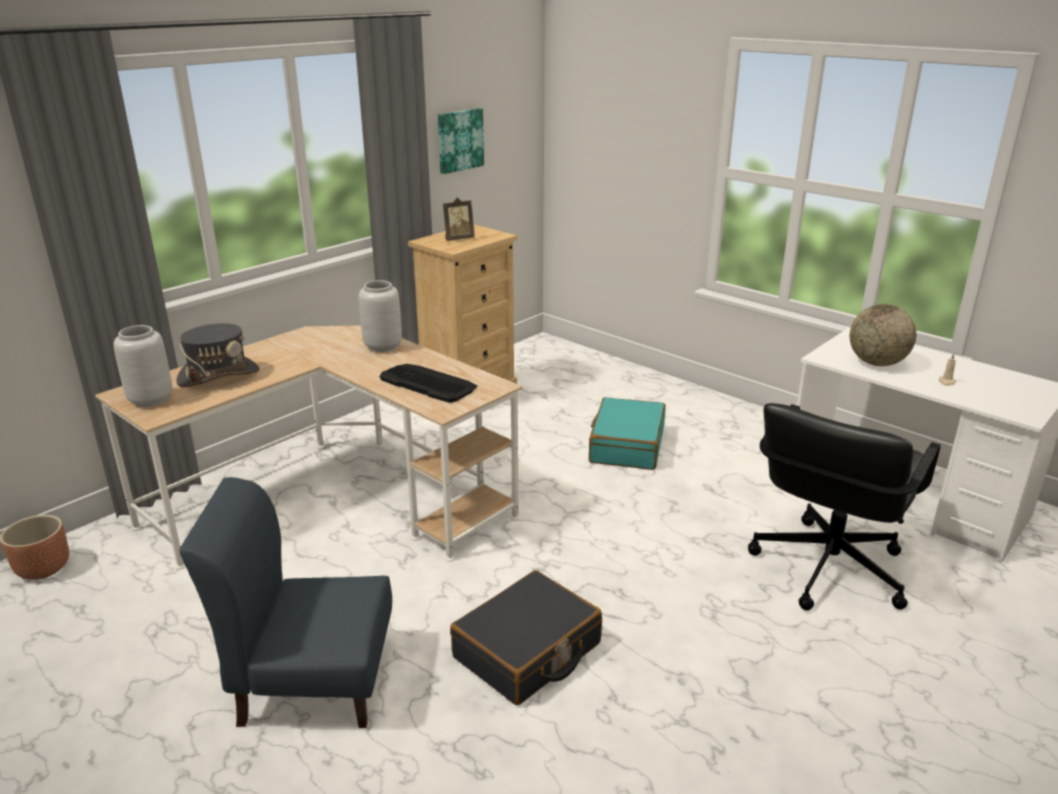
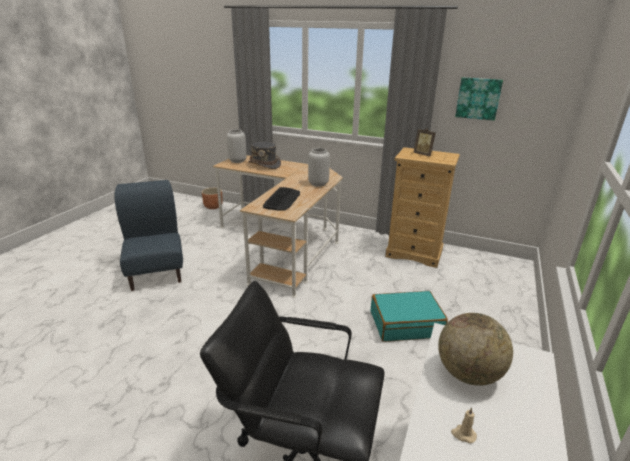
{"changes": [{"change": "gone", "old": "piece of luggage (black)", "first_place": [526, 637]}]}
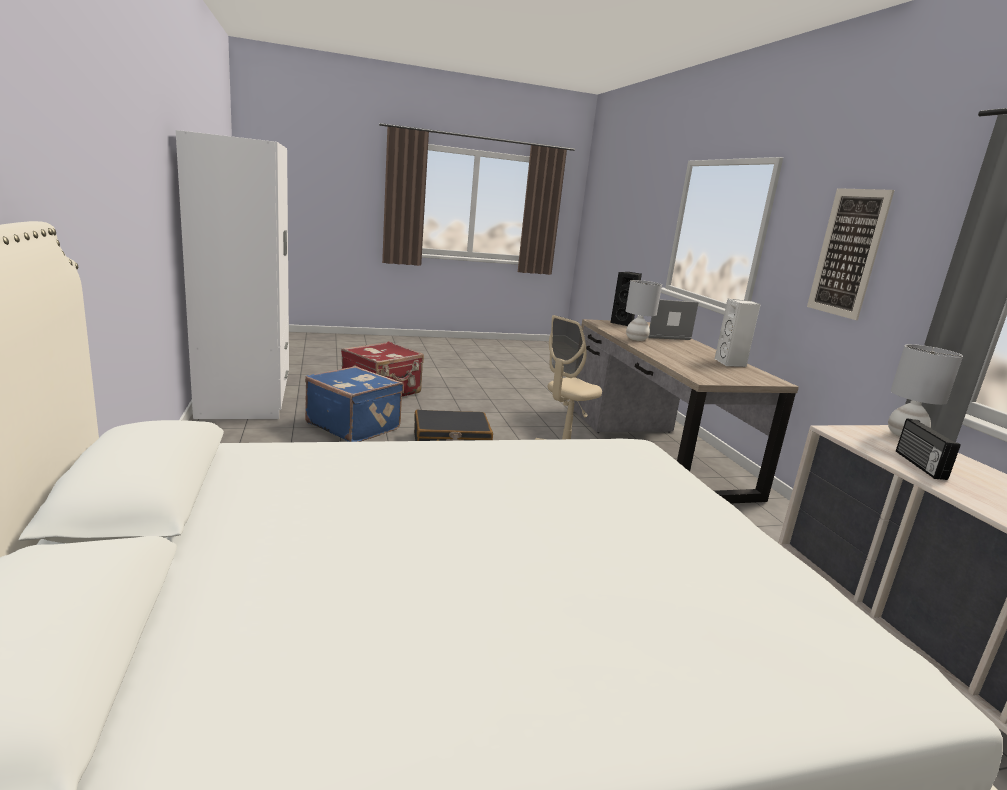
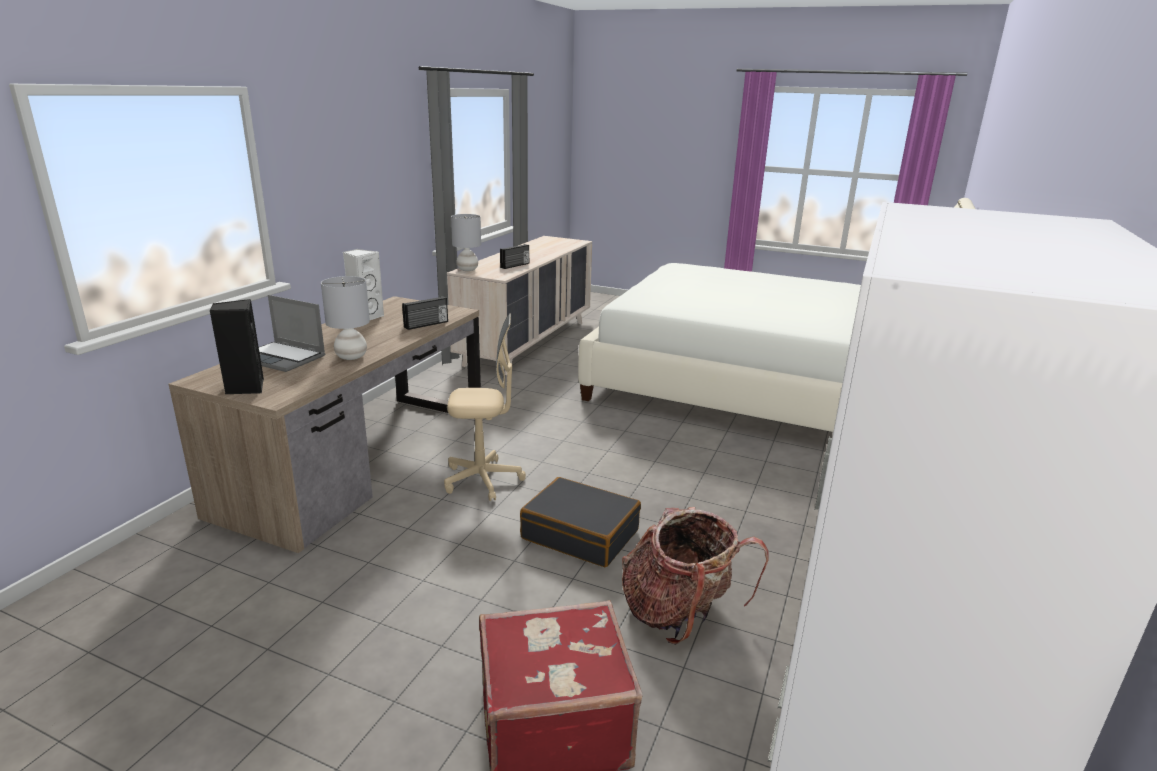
{"changes": [{"change": "gone", "old": "wall picture", "first_place": [850, 254]}, {"change": "new", "new": "radio set", "second_place": [425, 313]}, {"change": "swapped", "old": "piece of luggage (blue)", "new": "backpack", "first_place": [354, 404], "second_place": [695, 576]}]}
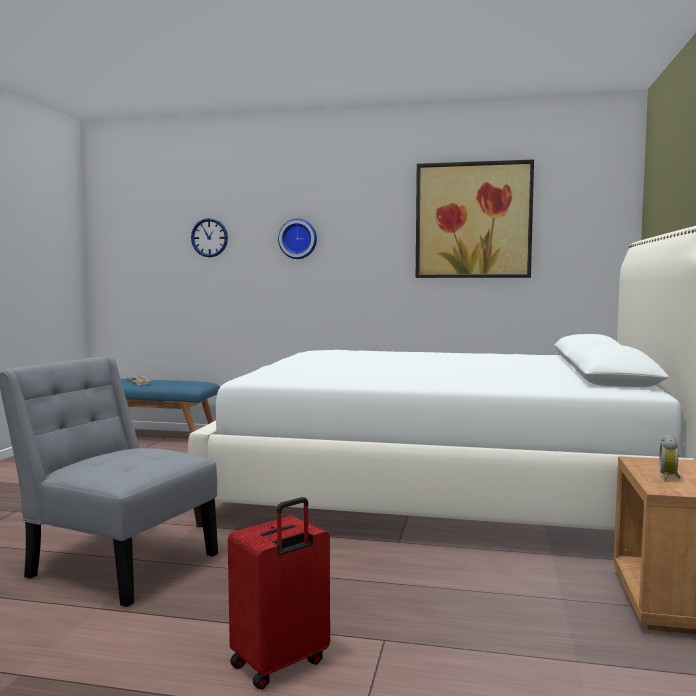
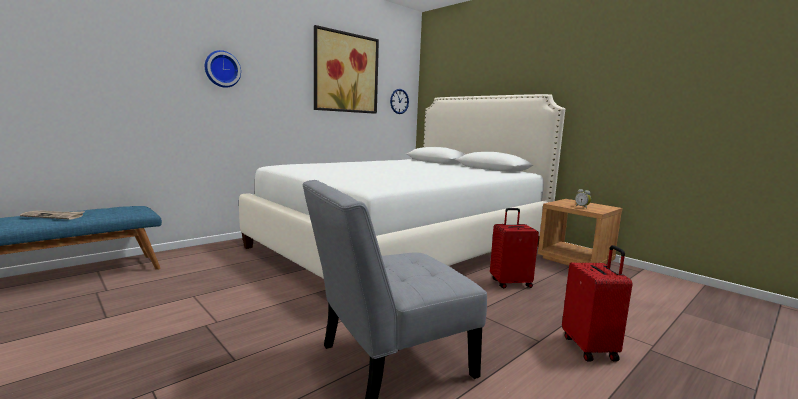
{"changes": [{"change": "new", "new": "piece of luggage (red-coloured)", "second_place": [514, 248]}, {"change": "shifted", "old": "wall clock", "first_place": [209, 237], "second_place": [399, 101]}]}
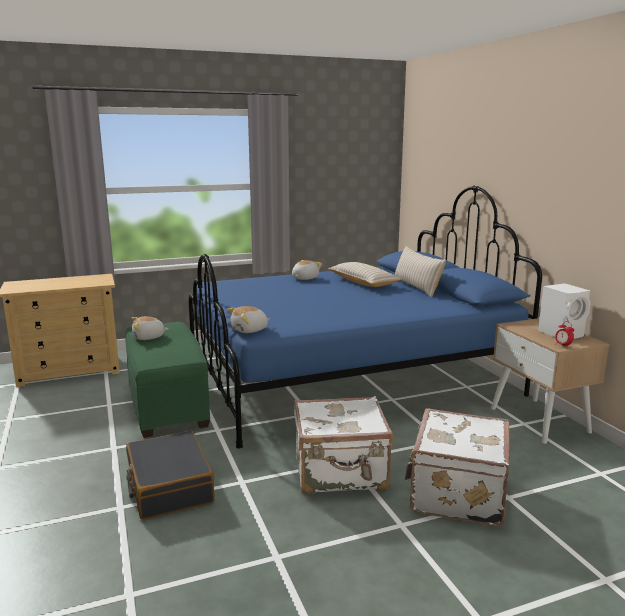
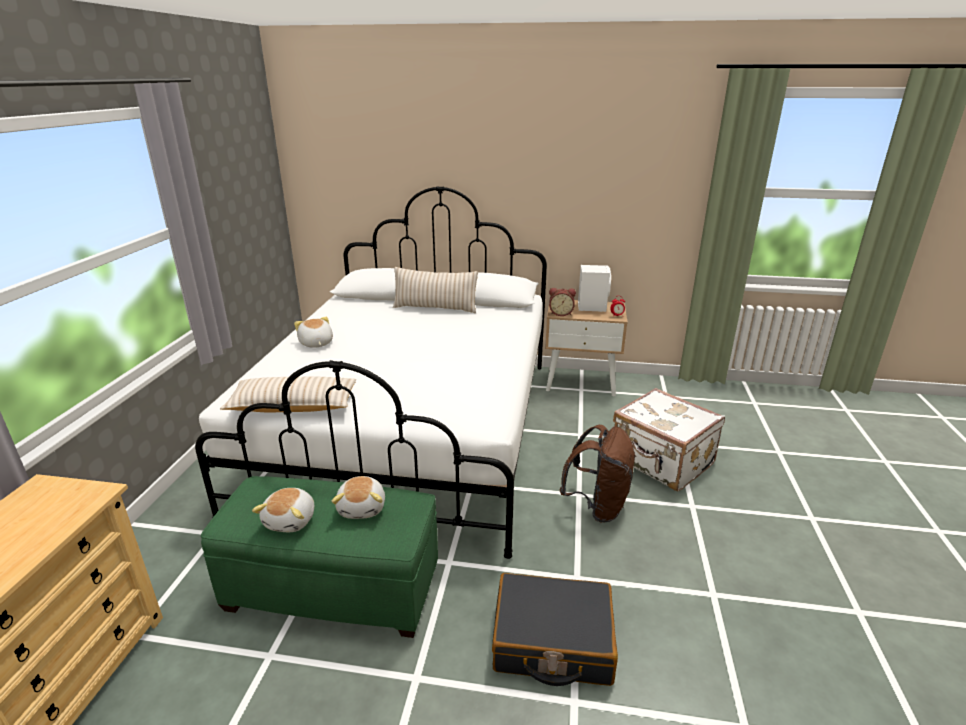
{"changes": [{"change": "new", "new": "table clock", "second_place": [562, 302]}, {"change": "shifted", "old": "plush toy", "first_place": [248, 319], "second_place": [358, 497]}, {"change": "shifted", "old": "pillow (sand-coloured)", "first_place": [365, 274], "second_place": [288, 394]}, {"change": "swapped", "old": "piece of luggage (white)", "new": "backpack (brownish)", "first_place": [343, 445], "second_place": [597, 474]}, {"change": "repainted", "old": "bed (blue)", "new": "bed (white)", "first_place": [365, 317], "second_place": [371, 372]}]}
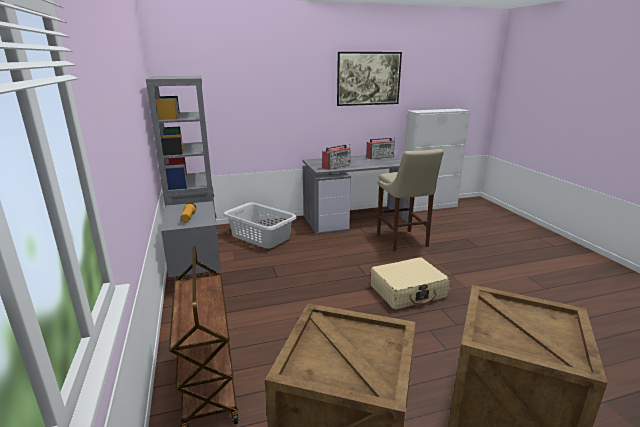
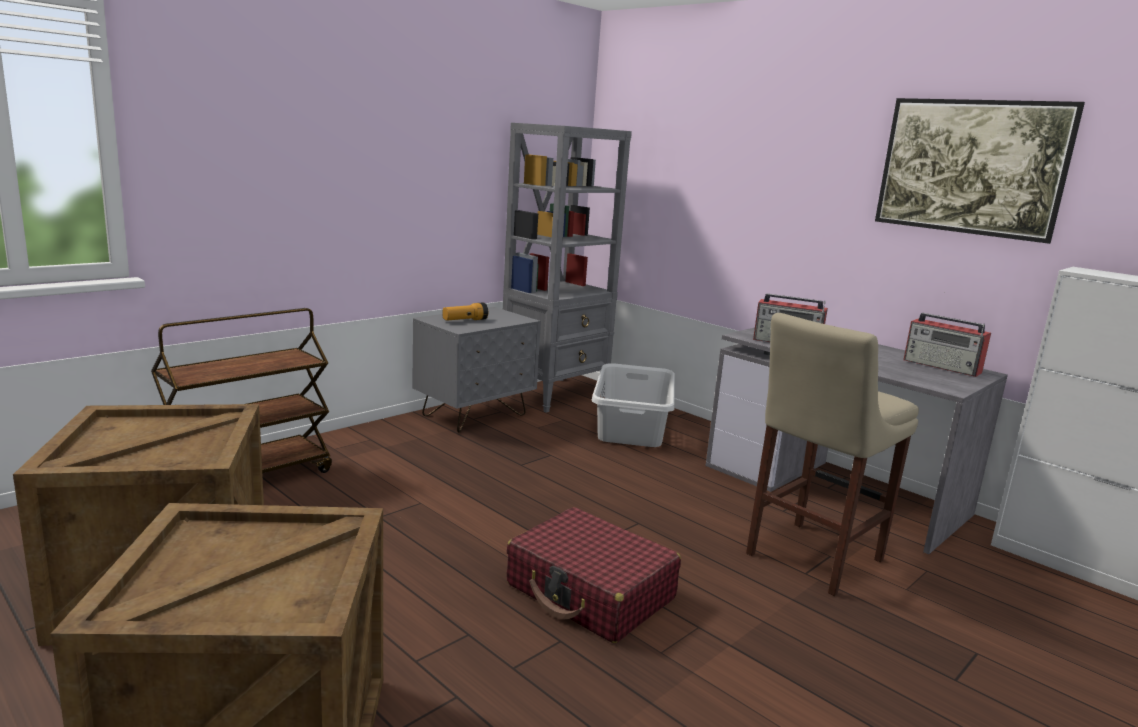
{"changes": [{"change": "repainted", "old": "piece of luggage (sand-coloured)", "new": "piece of luggage (red-coloured)", "first_place": [409, 283], "second_place": [593, 575]}]}
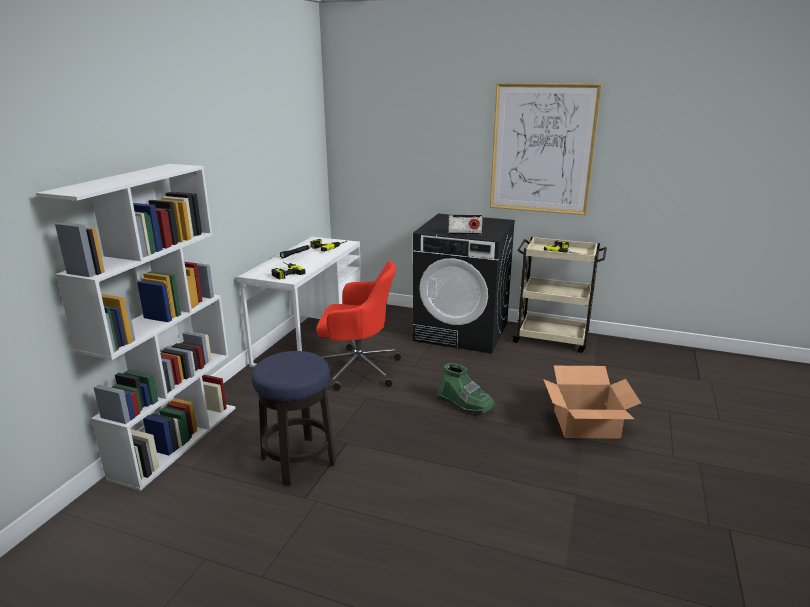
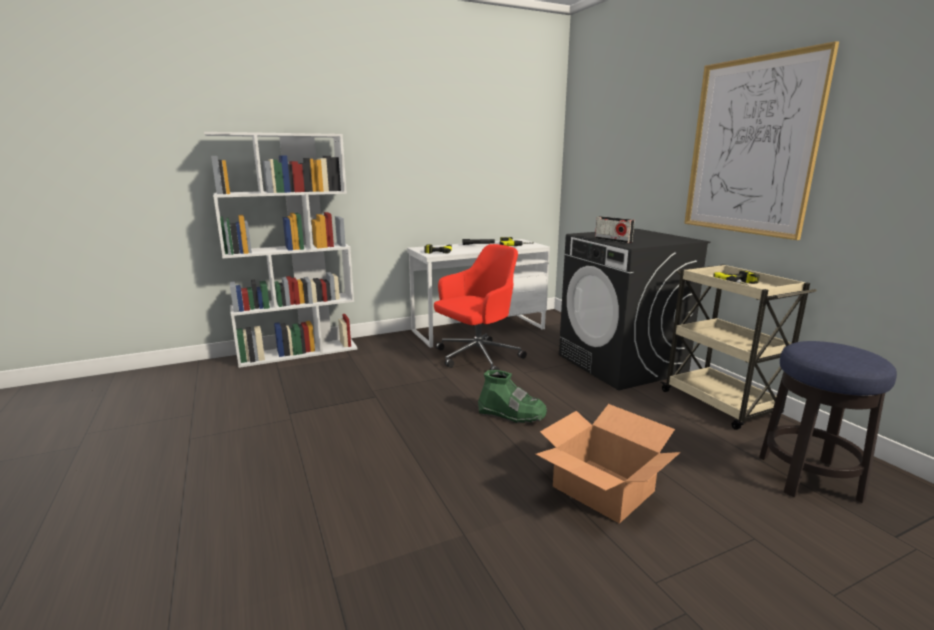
{"changes": [{"change": "shifted", "old": "stool", "first_place": [294, 418], "second_place": [828, 422]}, {"change": "rotated", "old": "computer chair (red-coloured)", "first_place": [359, 326], "second_place": [480, 307], "degrees": -90}, {"change": "rotated", "old": "high-top boot (green-coloured)", "first_place": [466, 388], "second_place": [512, 396], "degrees": -60}]}
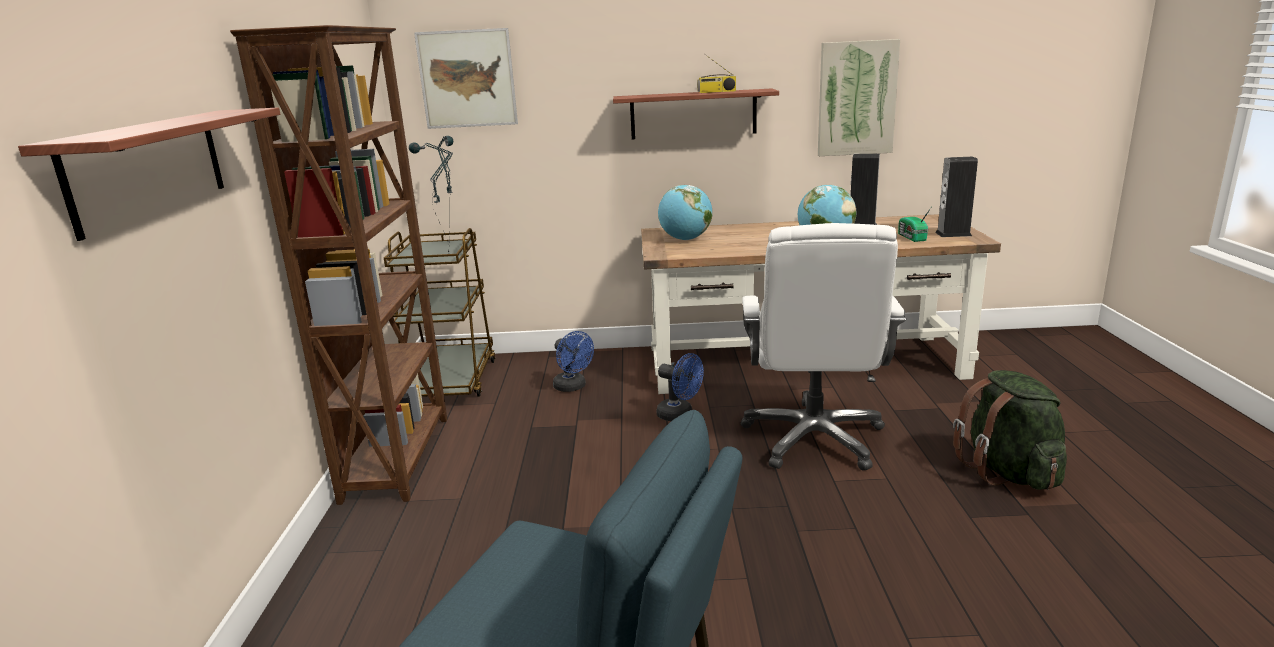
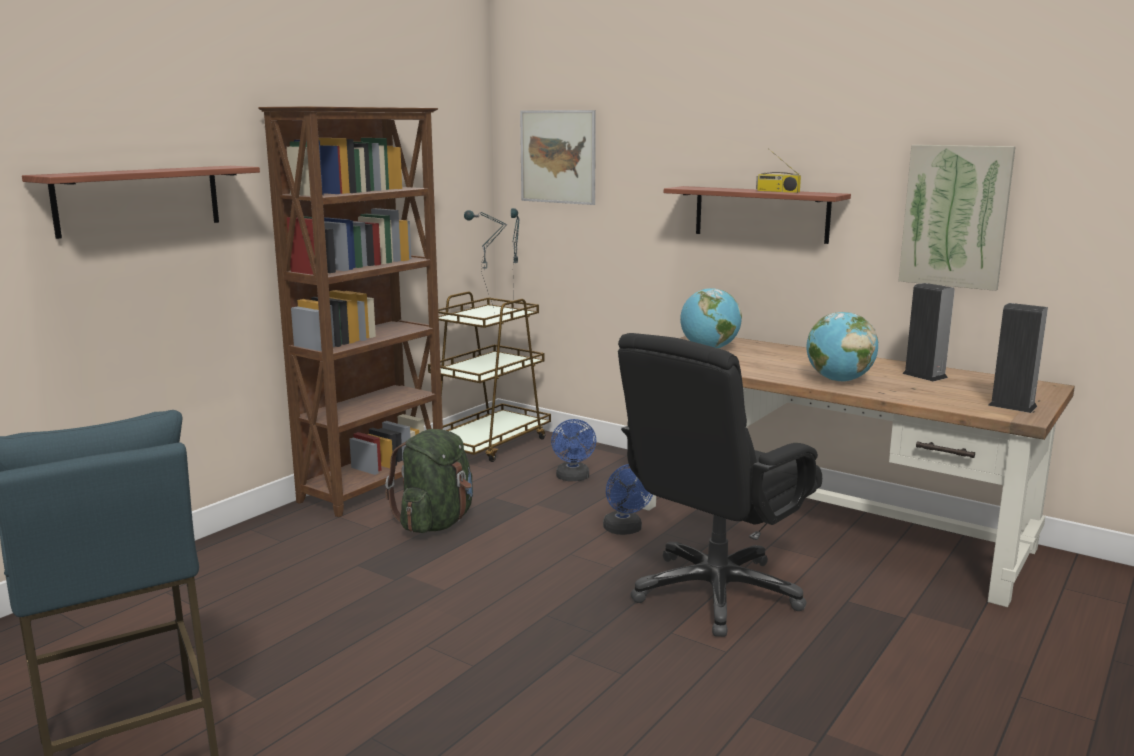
{"changes": [{"change": "gone", "old": "radio set", "first_place": [914, 225]}, {"change": "shifted", "old": "backpack (green-coloured)", "first_place": [1010, 430], "second_place": [429, 481]}, {"change": "repainted", "old": "computer chair (white)", "new": "computer chair (black)", "first_place": [823, 346], "second_place": [720, 485]}]}
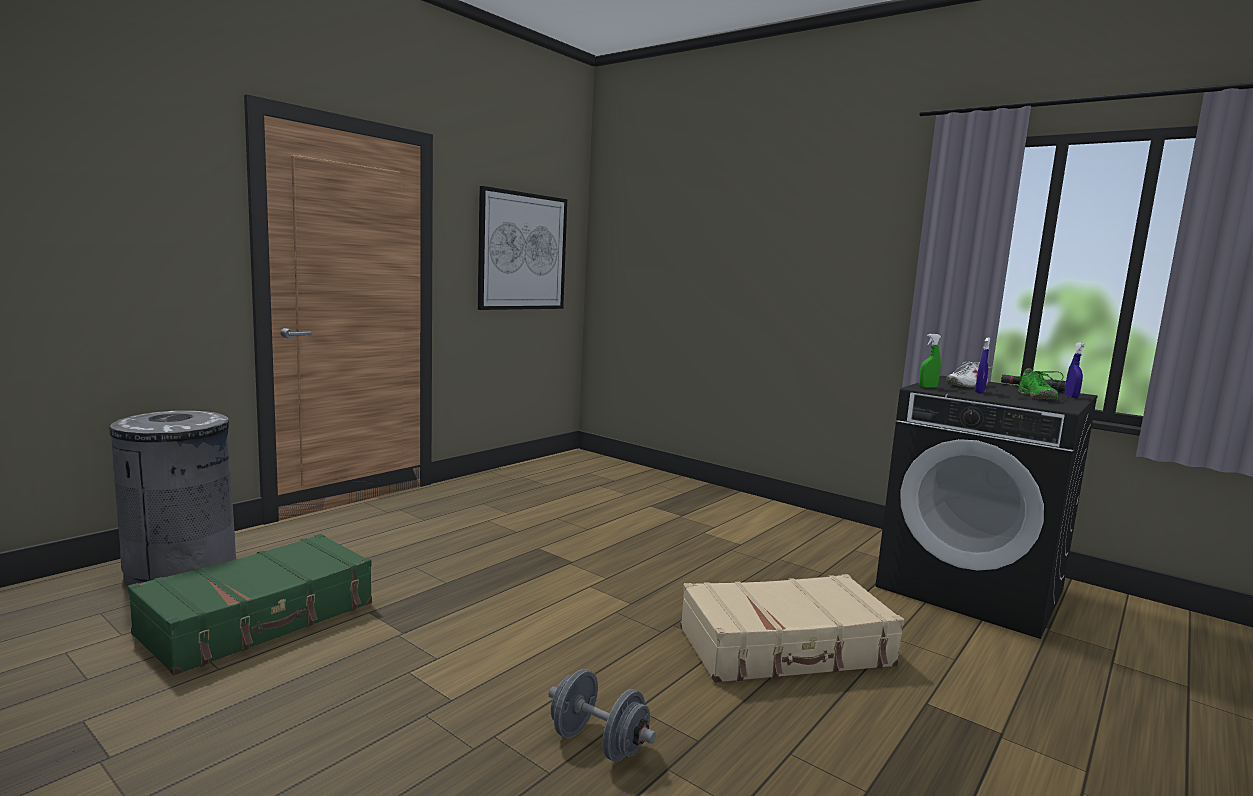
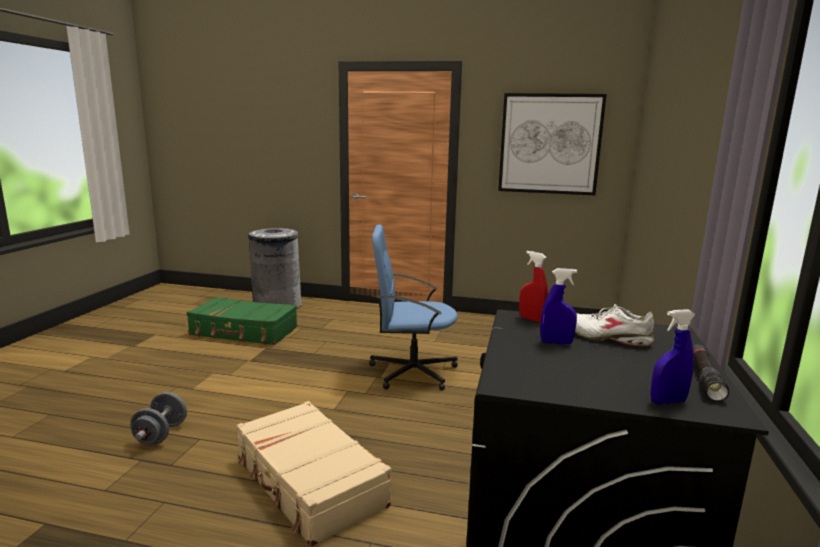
{"changes": [{"change": "gone", "old": "item of footwear (green-coloured)", "first_place": [1038, 384]}, {"change": "new", "new": "computer chair (blue)", "second_place": [413, 307]}, {"change": "repainted", "old": "spray bottle (green-coloured)", "new": "spray bottle (red-coloured)", "first_place": [930, 361], "second_place": [533, 286]}]}
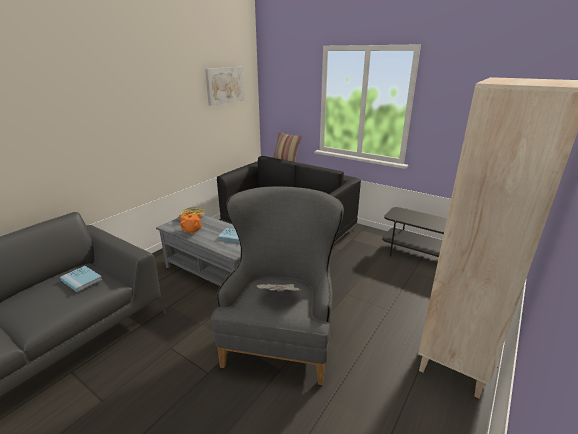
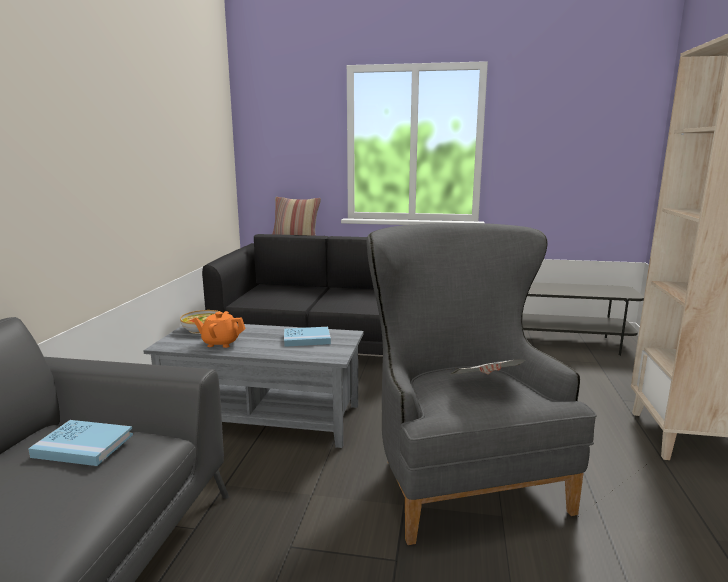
{"changes": [{"change": "gone", "old": "wall picture", "first_place": [225, 86]}]}
